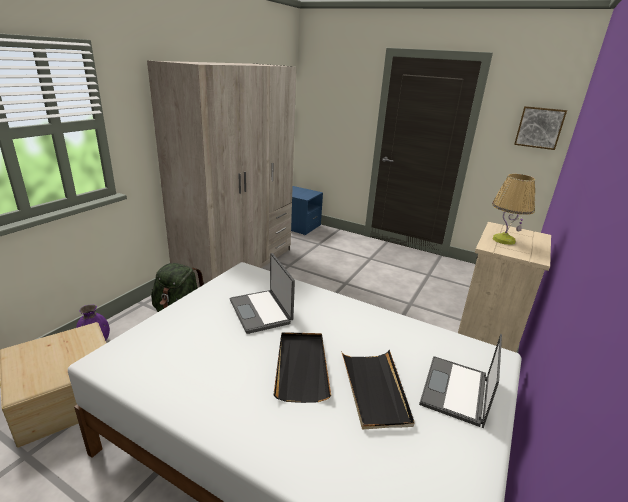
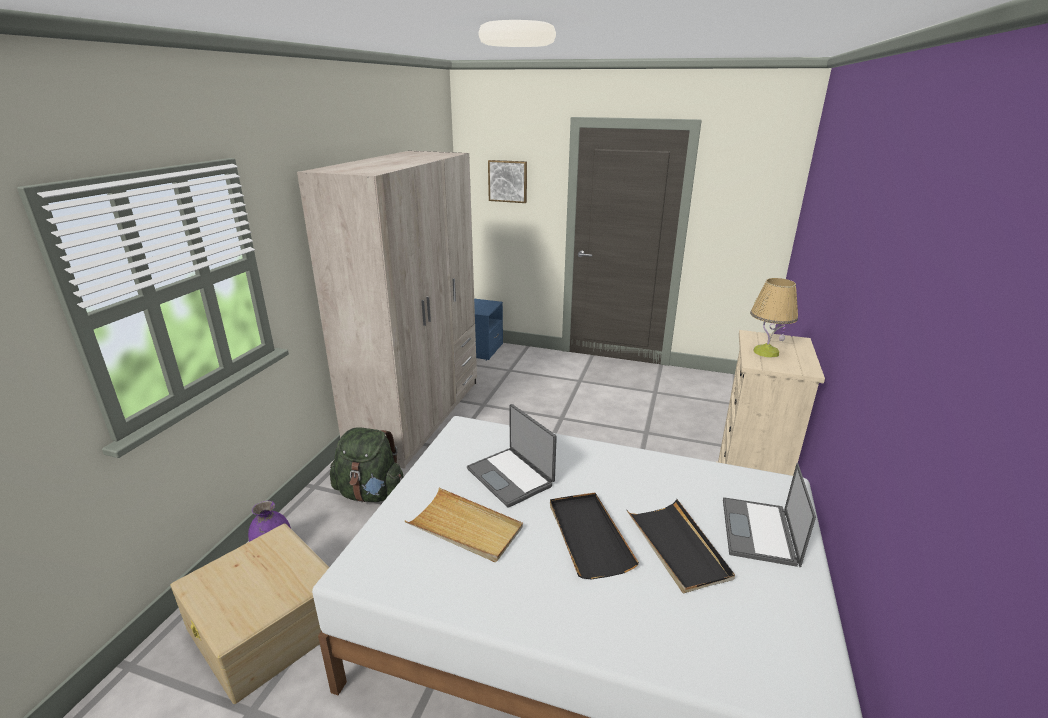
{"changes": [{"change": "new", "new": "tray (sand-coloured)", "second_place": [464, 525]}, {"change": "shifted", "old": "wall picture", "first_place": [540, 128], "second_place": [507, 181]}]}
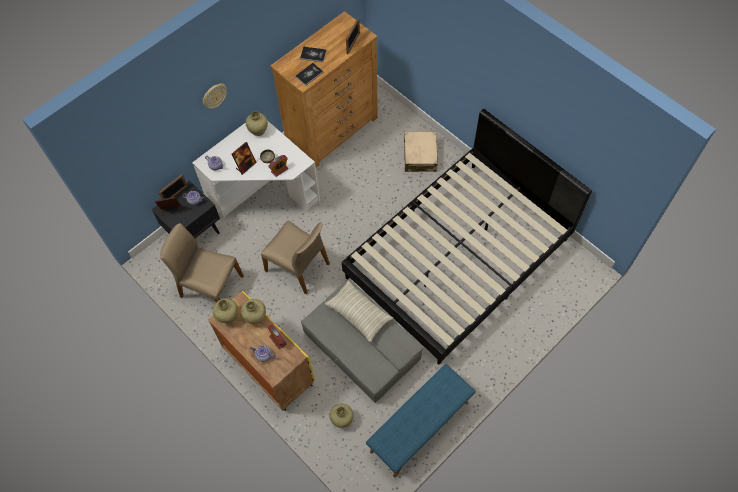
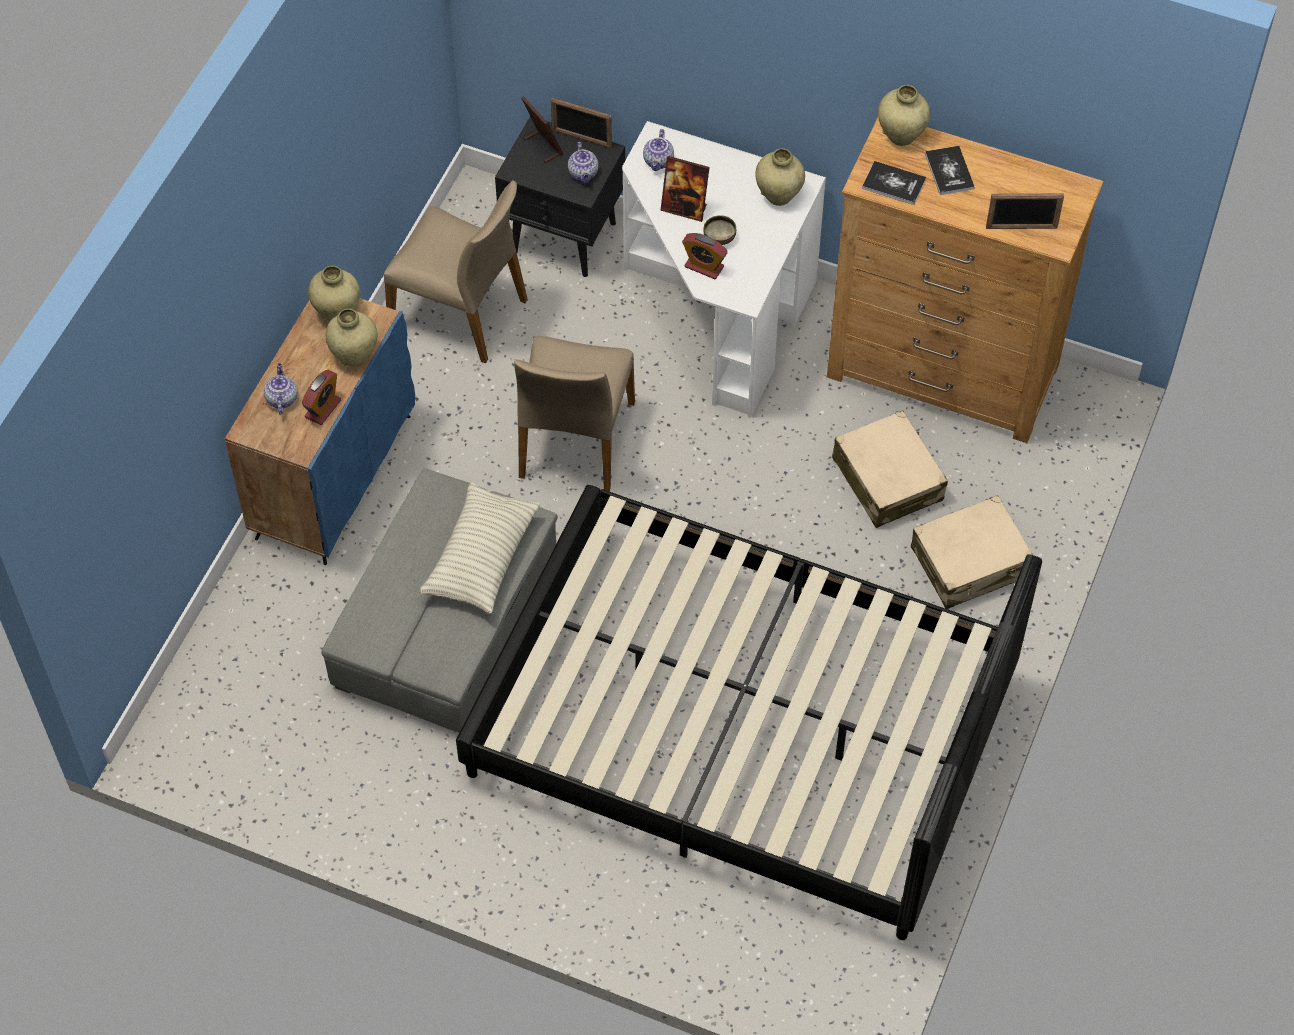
{"changes": [{"change": "gone", "old": "wall clock", "first_place": [215, 96]}, {"change": "gone", "old": "long seat (blue)", "first_place": [421, 420]}, {"change": "new", "new": "piece of luggage (sand-coloured)", "second_place": [890, 469]}, {"change": "shifted", "old": "flower vase (sand-coloured)", "first_place": [341, 416], "second_place": [904, 115]}, {"change": "repainted", "old": "cabinet (yellow)", "new": "cabinet (blue)", "first_place": [261, 350], "second_place": [320, 431]}, {"change": "rotated", "old": "upright chair (sand-coloured)", "first_place": [202, 262], "second_place": [456, 271], "degrees": 120}]}
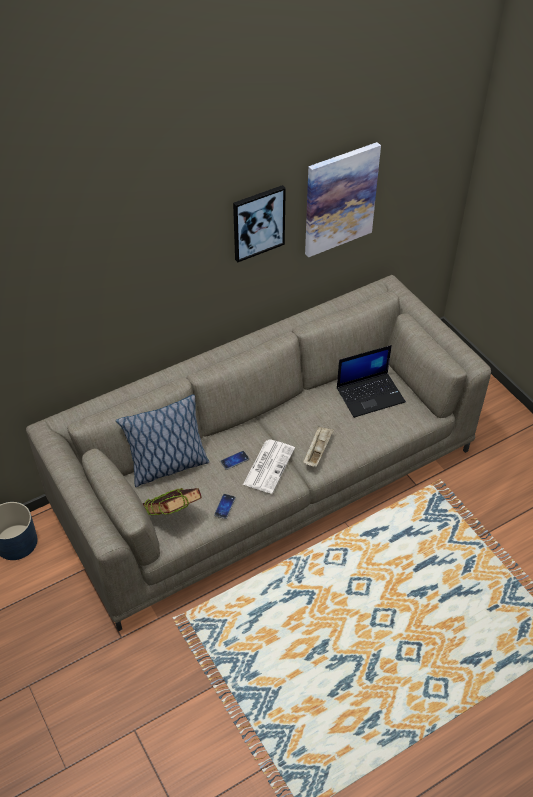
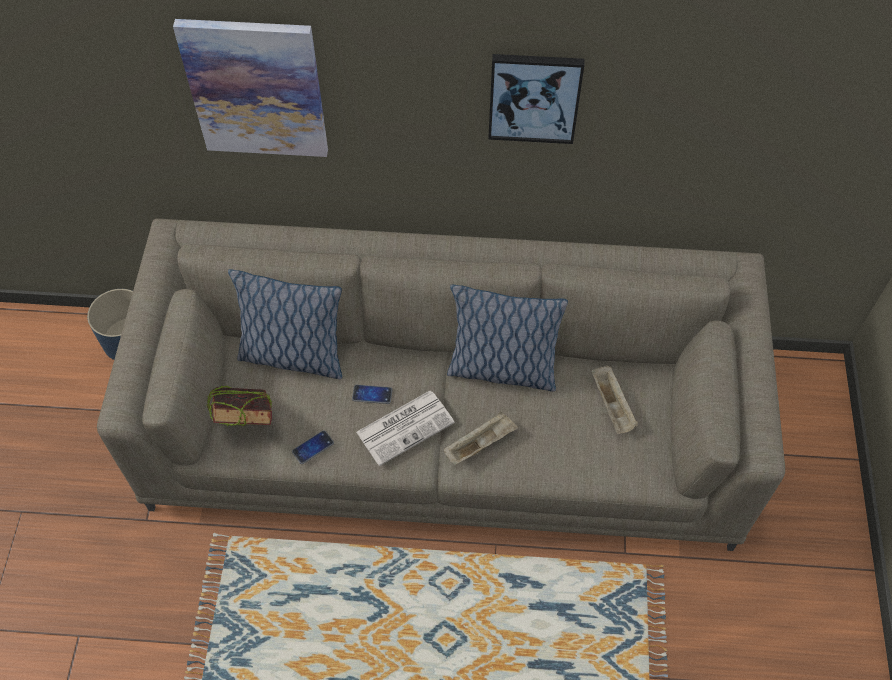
{"changes": [{"change": "new", "new": "pillow", "second_place": [507, 338]}, {"change": "shifted", "old": "wall picture", "first_place": [343, 199], "second_place": [250, 88]}, {"change": "swapped", "old": "portable computer", "new": "tray (sand-coloured)", "first_place": [371, 381], "second_place": [614, 400]}]}
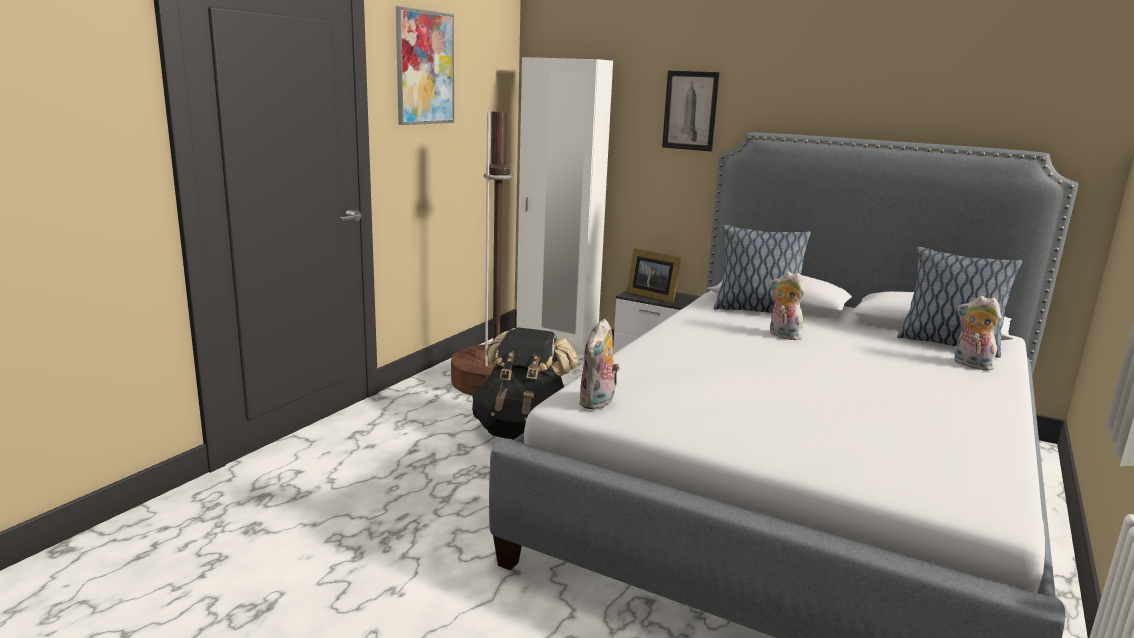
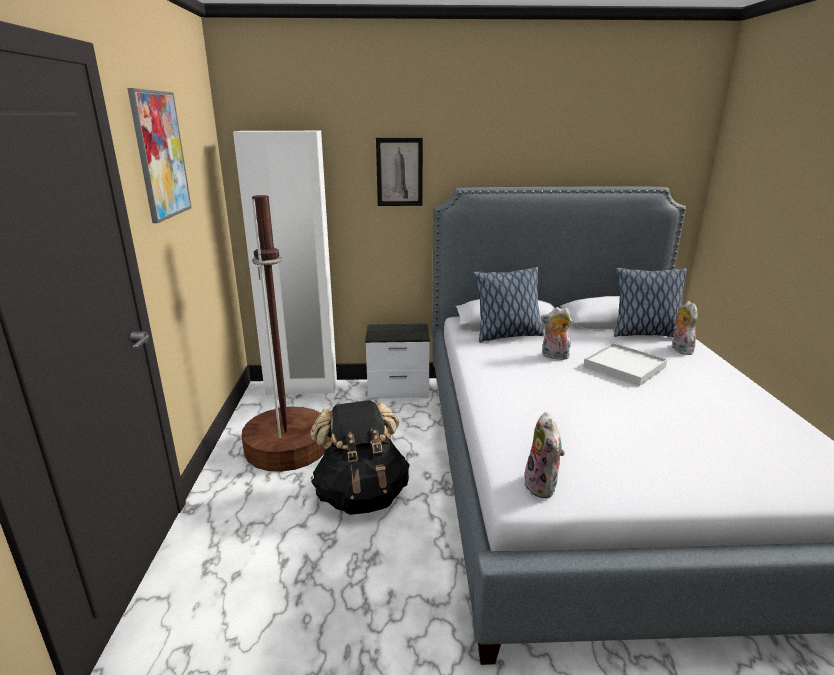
{"changes": [{"change": "gone", "old": "photo frame", "first_place": [654, 275]}, {"change": "new", "new": "tray (white)", "second_place": [625, 364]}, {"change": "rotated", "old": "plush toy", "first_place": [978, 333], "second_place": [685, 328], "degrees": 75}]}
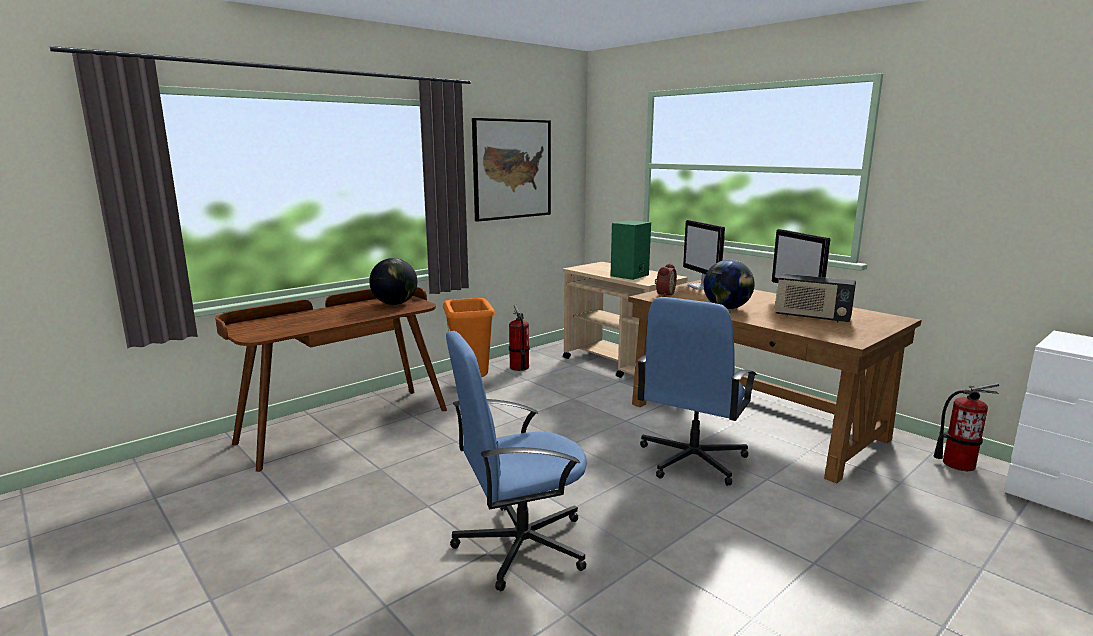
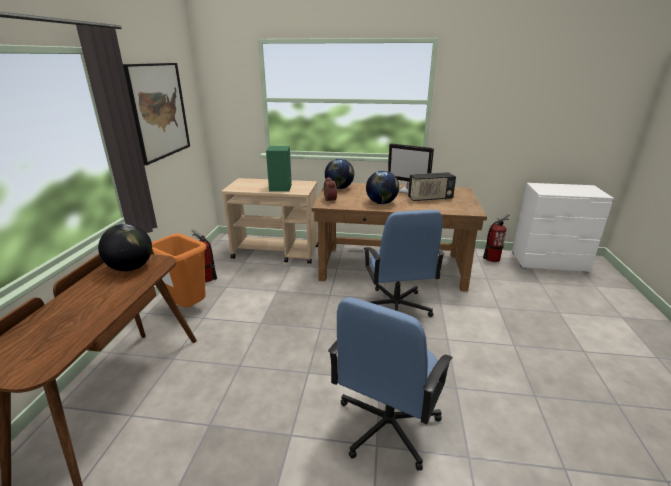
{"changes": [{"change": "swapped", "old": "computer display", "new": "desk globe", "first_place": [704, 255], "second_place": [339, 174]}]}
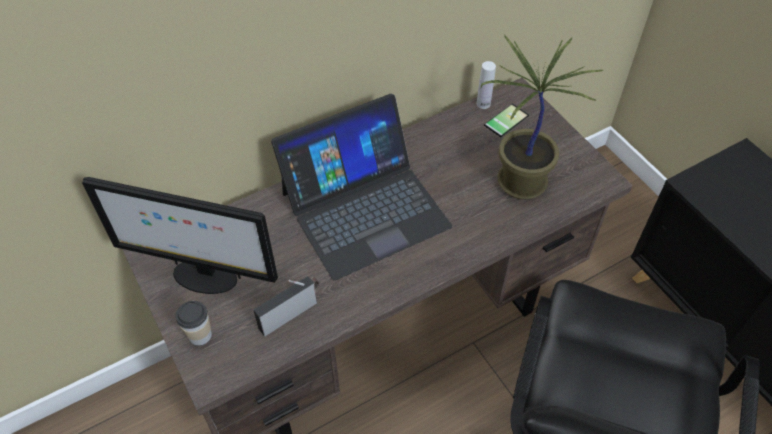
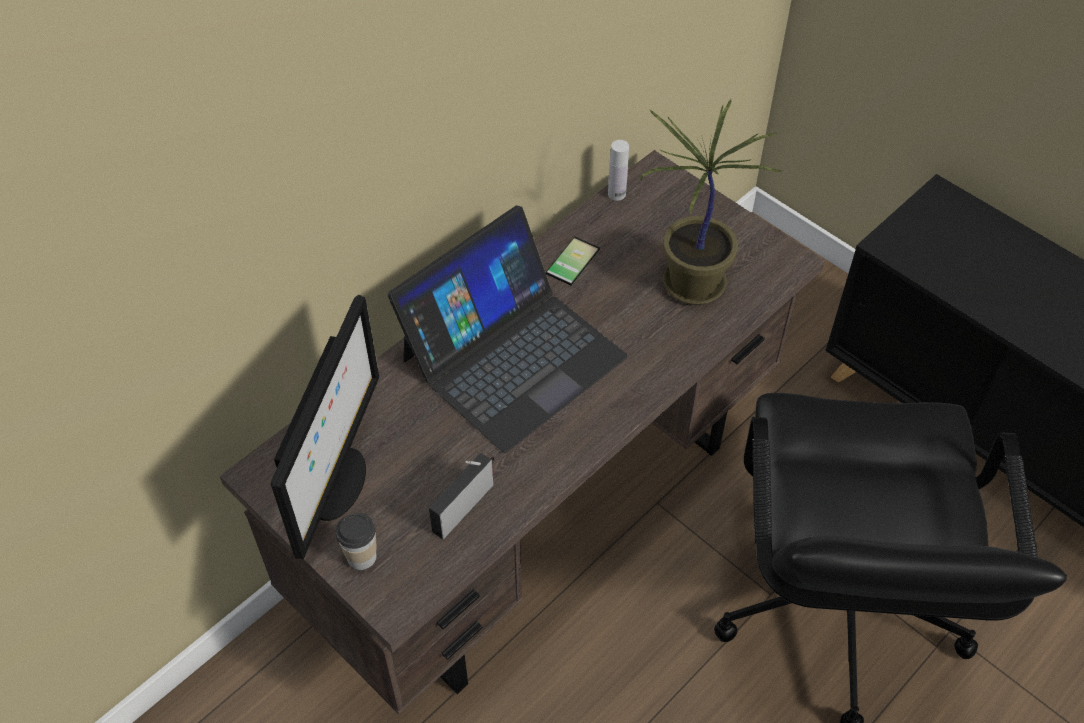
{"changes": [{"change": "shifted", "old": "phone", "first_place": [506, 120], "second_place": [573, 261]}, {"change": "rotated", "old": "computer display", "first_place": [180, 235], "second_place": [325, 427], "degrees": -75}]}
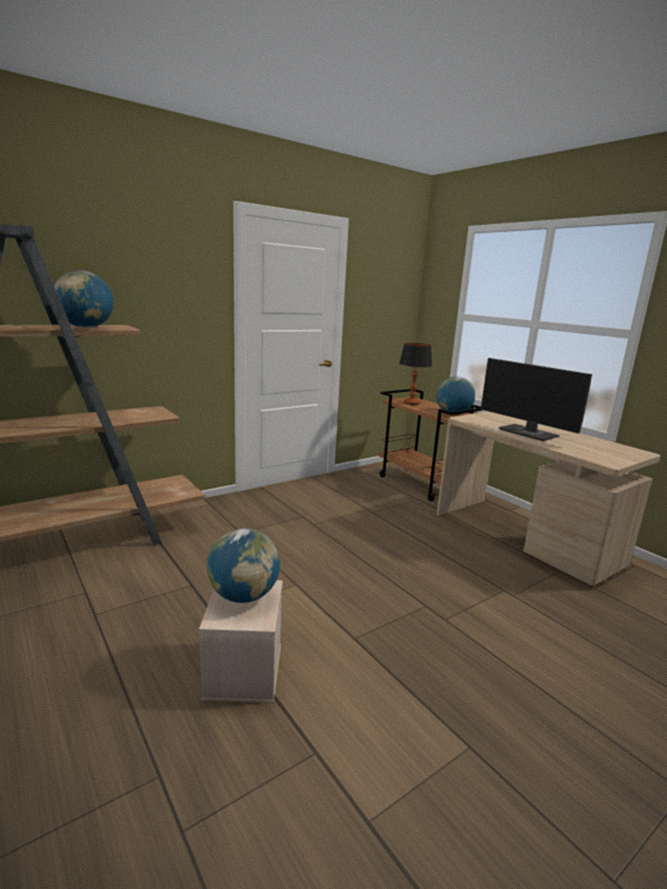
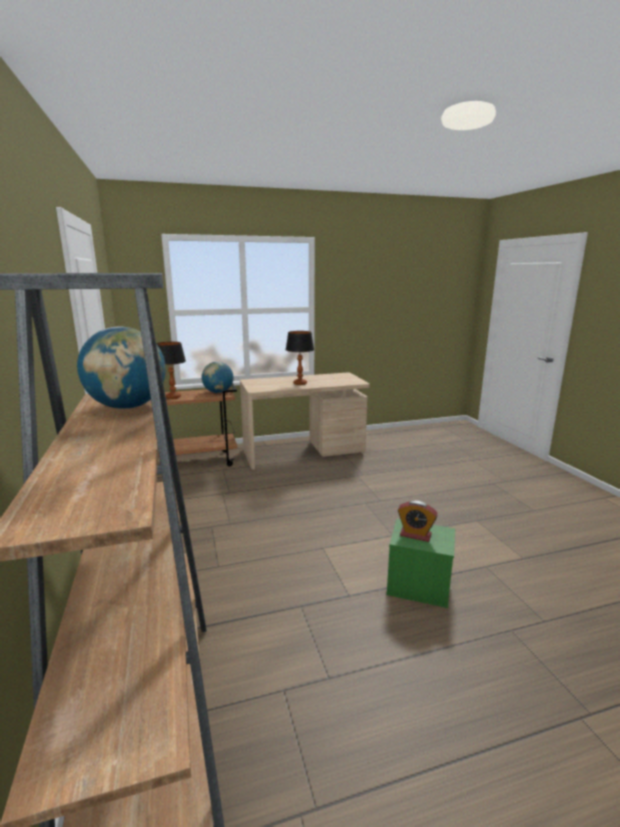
{"changes": [{"change": "swapped", "old": "desk globe", "new": "table clock", "first_place": [243, 565], "second_place": [417, 521]}, {"change": "swapped", "old": "computer display", "new": "lamp for a table", "first_place": [536, 399], "second_place": [300, 358]}, {"change": "repainted", "old": "storage container (sand-coloured)", "new": "storage container (green-coloured)", "first_place": [241, 641], "second_place": [420, 563]}]}
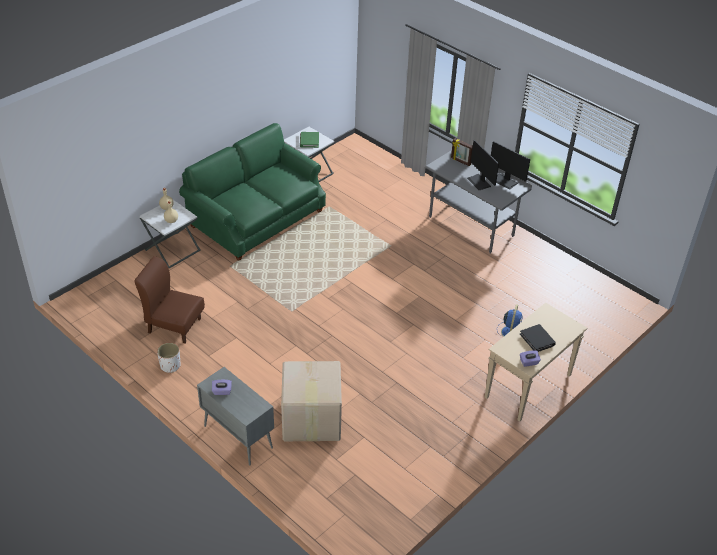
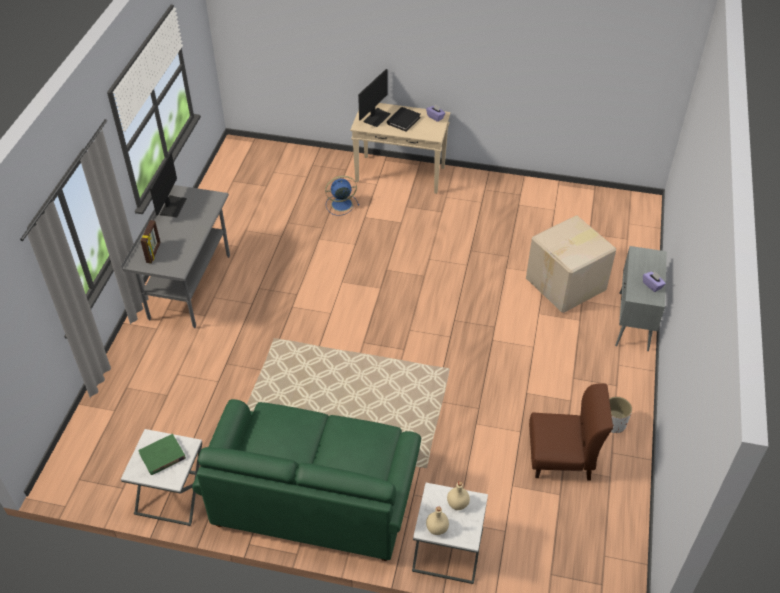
{"changes": [{"change": "shifted", "old": "computer display", "first_place": [483, 165], "second_place": [374, 98]}, {"change": "rotated", "old": "upright chair (brownish)", "first_place": [169, 300], "second_place": [571, 432], "degrees": -75}]}
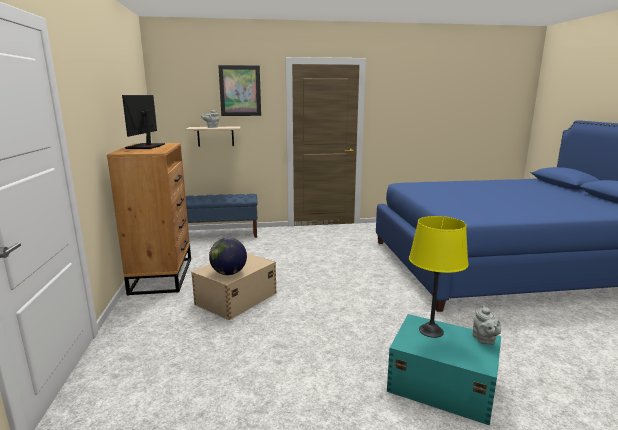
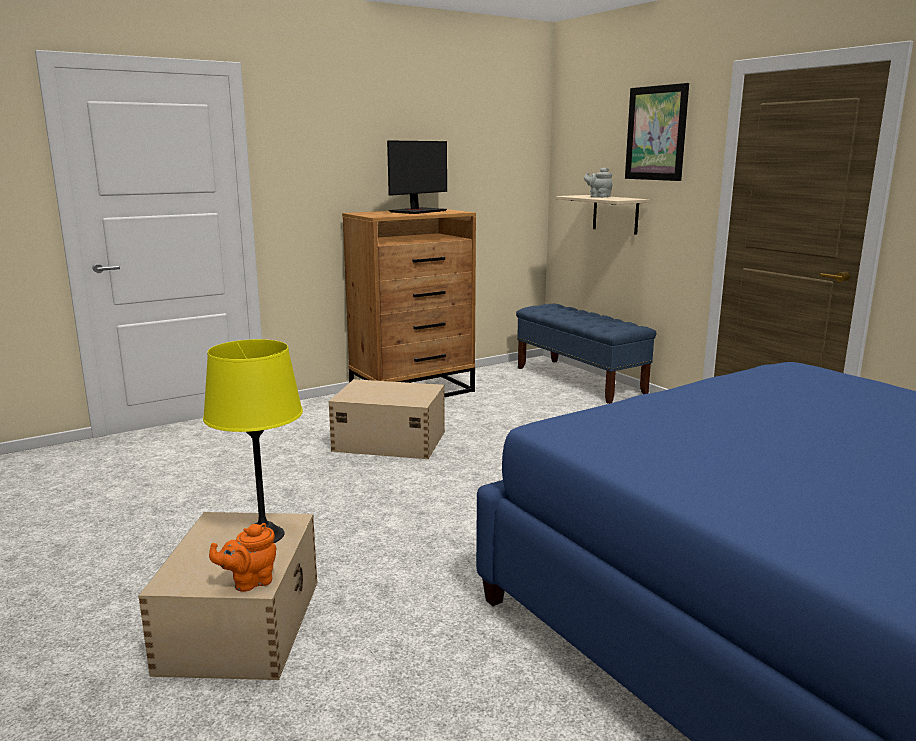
{"changes": [{"change": "gone", "old": "desk globe", "first_place": [228, 256]}, {"change": "repainted", "old": "storage container (turquoise-coloured)", "new": "storage container (sand-coloured)", "first_place": [444, 370], "second_place": [227, 596]}, {"change": "repainted", "old": "pot for tea (gray)", "new": "pot for tea (orange)", "first_place": [486, 325], "second_place": [243, 557]}, {"change": "rotated", "old": "computer display", "first_place": [143, 122], "second_place": [417, 177], "degrees": 150}]}
